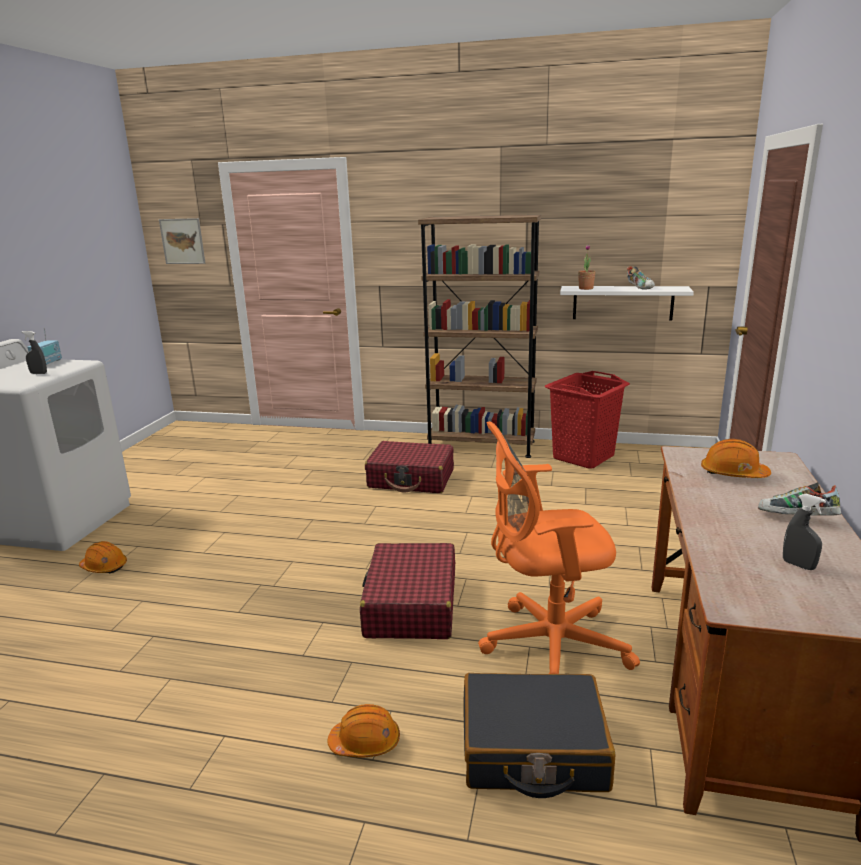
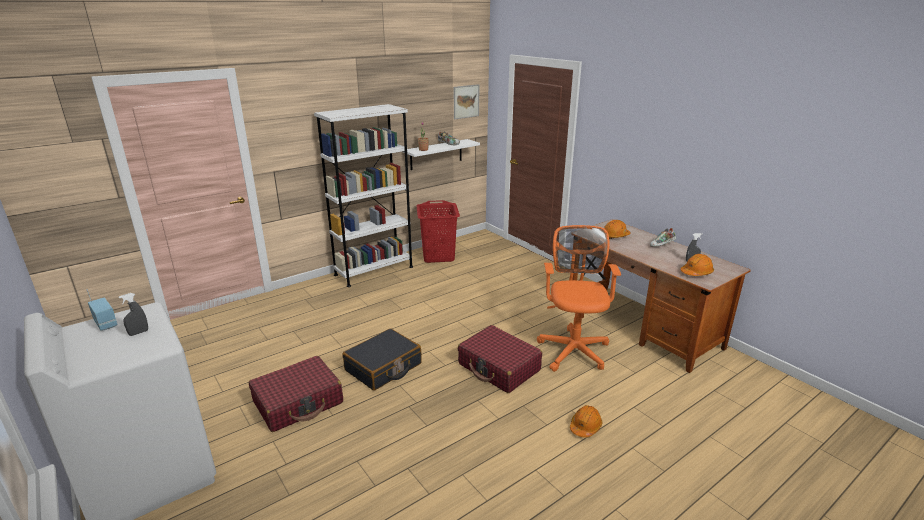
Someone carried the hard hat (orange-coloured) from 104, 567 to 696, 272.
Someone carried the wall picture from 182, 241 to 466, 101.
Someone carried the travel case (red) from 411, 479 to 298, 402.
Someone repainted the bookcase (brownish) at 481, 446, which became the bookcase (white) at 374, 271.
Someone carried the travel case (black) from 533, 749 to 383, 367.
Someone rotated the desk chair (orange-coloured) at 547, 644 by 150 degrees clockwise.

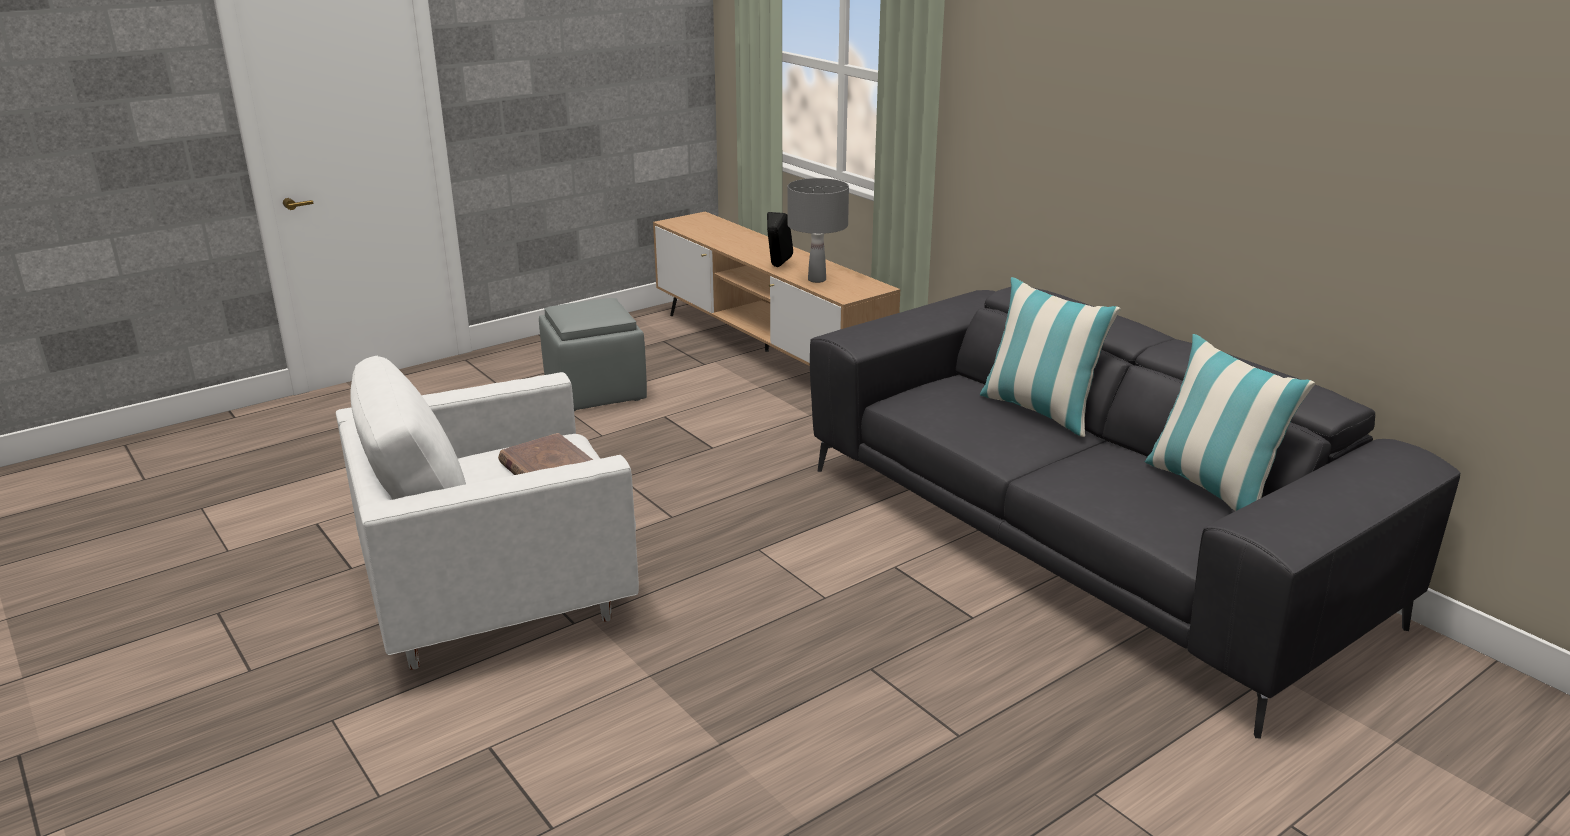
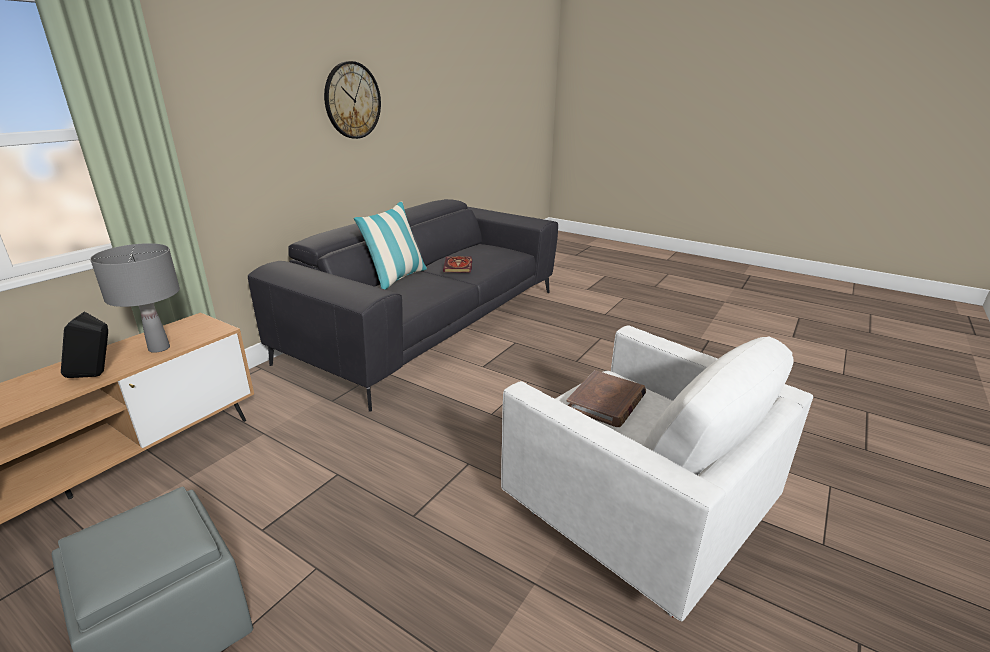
Someone took away the throw pillow at 1211, 488.
Someone put up the wall clock at 352, 100.
Someone put down the bound book at 458, 266.

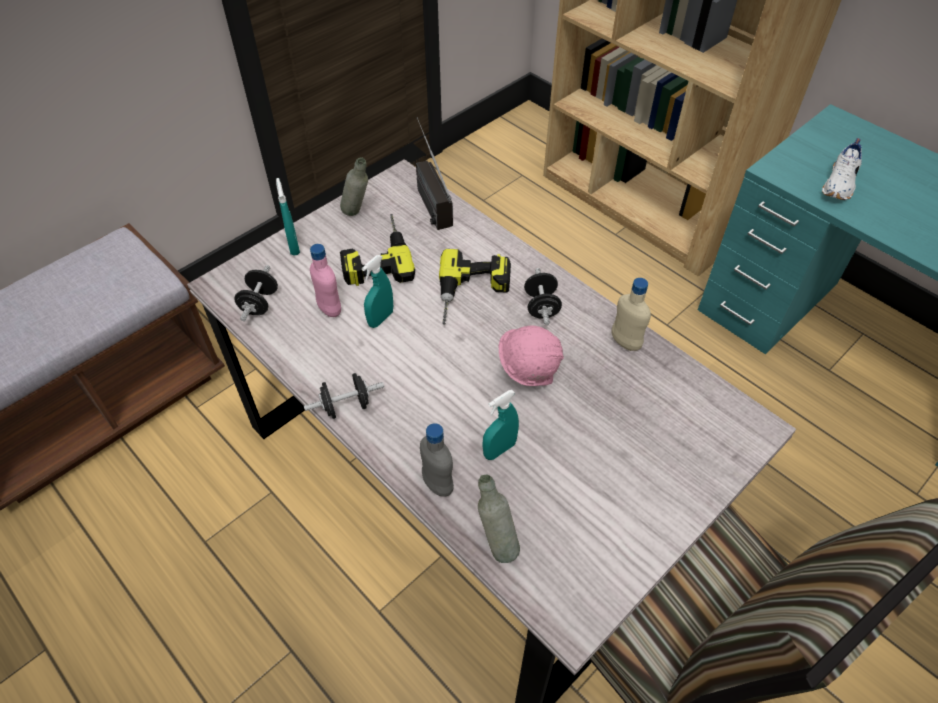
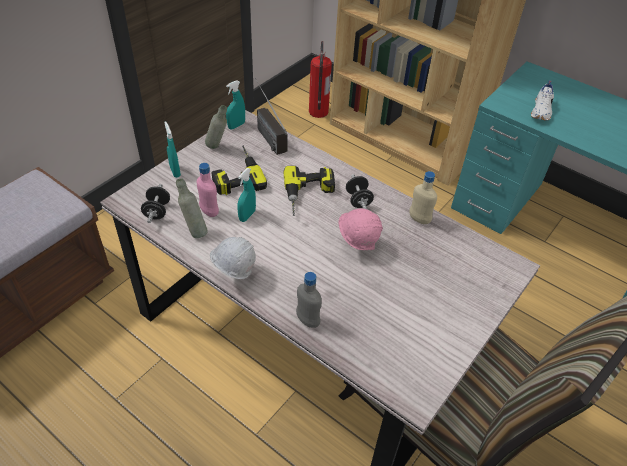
Someone swapped the dumbbell (black) at 346, 406 for the hard hat (white) at 233, 275.
Someone carried the drink bottle (grey) from 496, 544 to 194, 231.
Someone carried the hand sprayer (blue-green) from 499, 450 to 236, 125.
Someone put down the fire extinguisher at 318, 112.

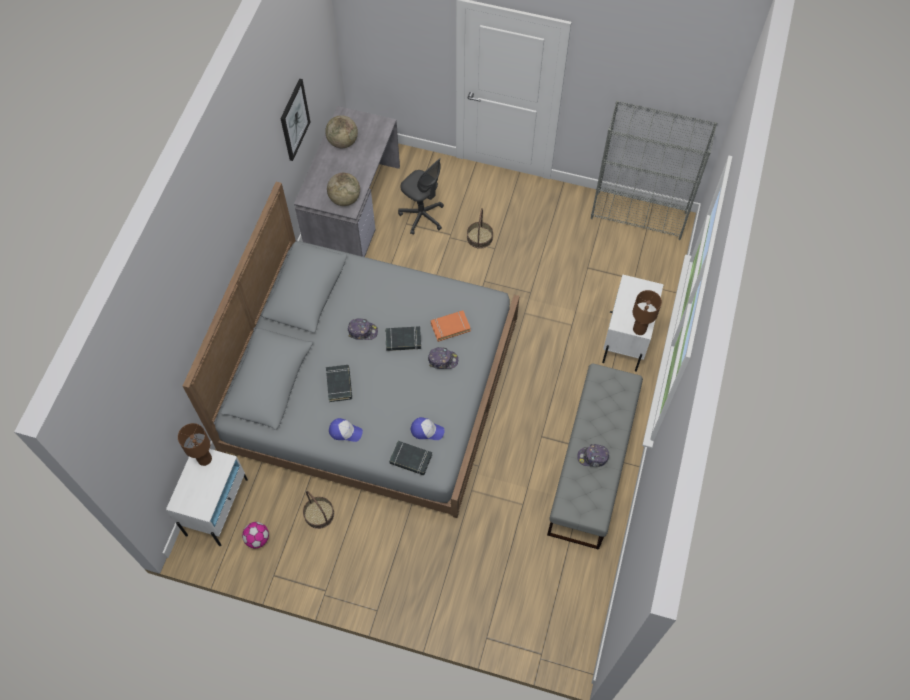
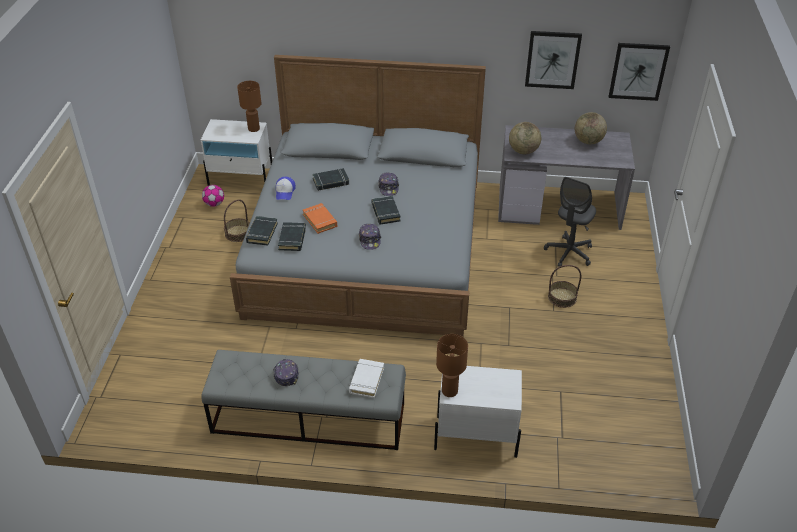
Someone swapped the baseball cap at 427, 430 for the bound book (black) at 292, 239.
Someone carried the bound book (orange-coloured) from 450, 327 to 320, 220.
Someone took away the bookcase (grey) at 639, 215.
Someone put down the bound book (white) at 366, 380.
Someone put up the wall picture at 638, 71.

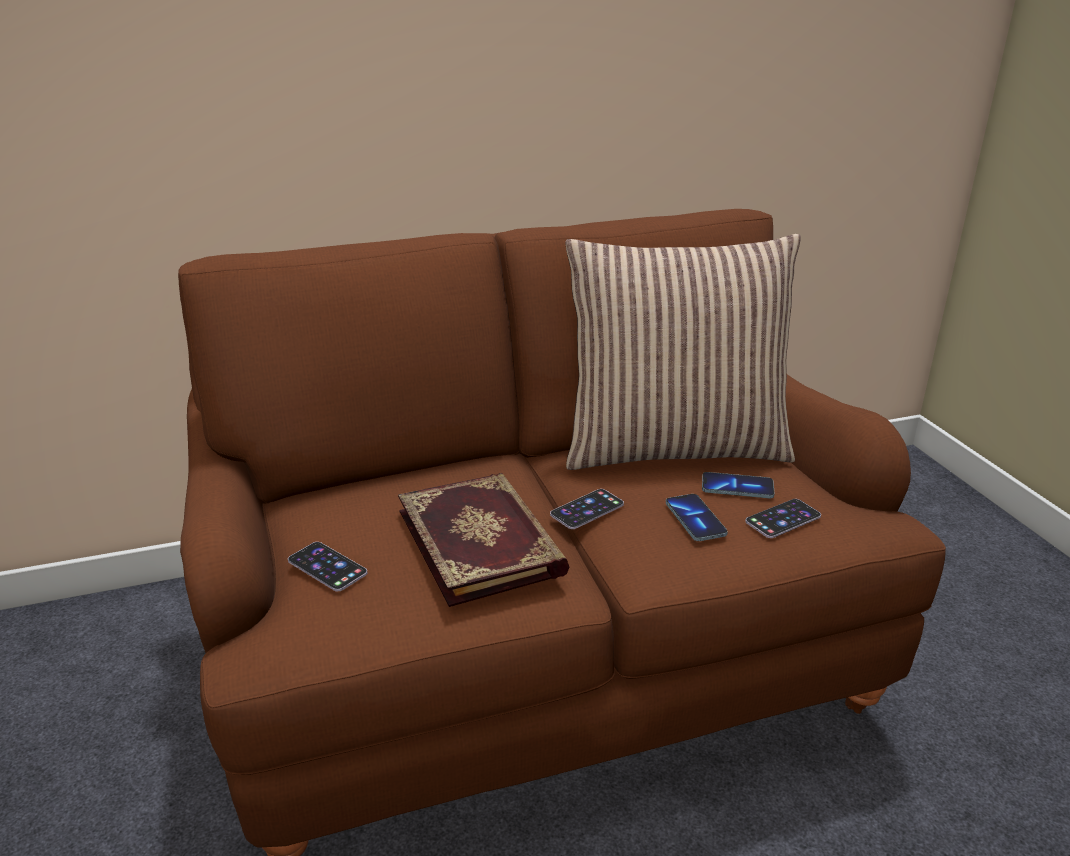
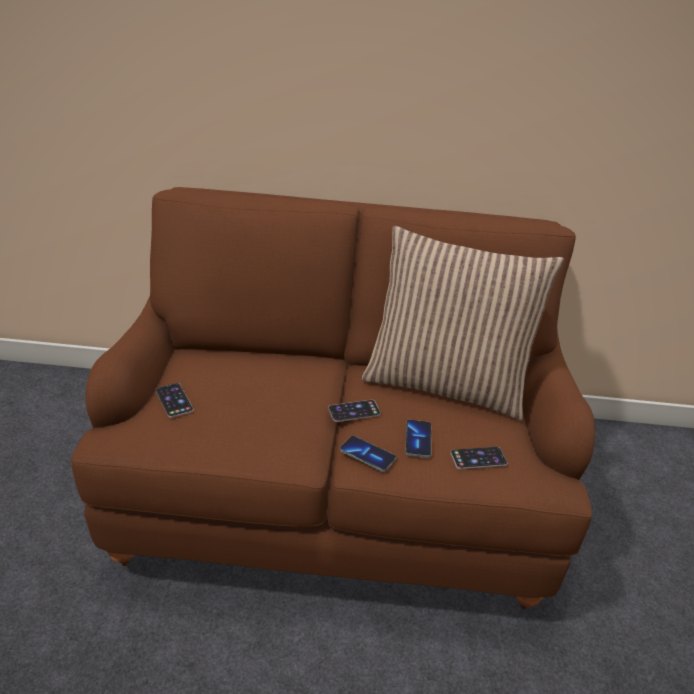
Someone took away the bound book at 482, 541.
Someone carried the telephone from 737, 487 to 367, 455.

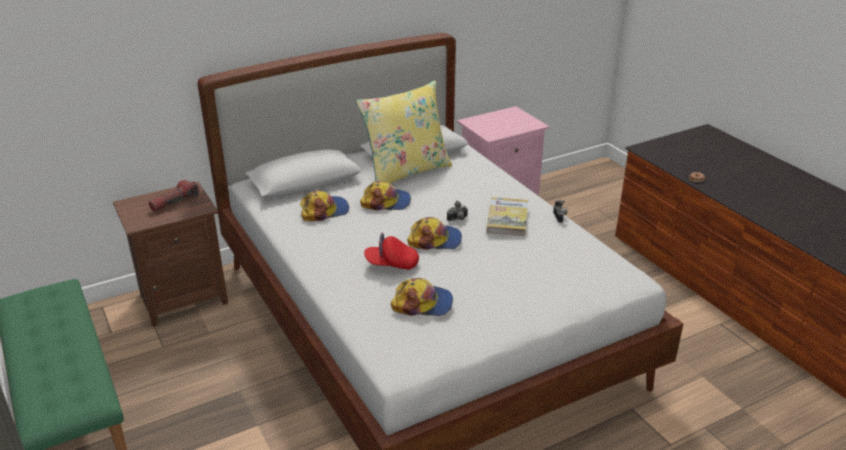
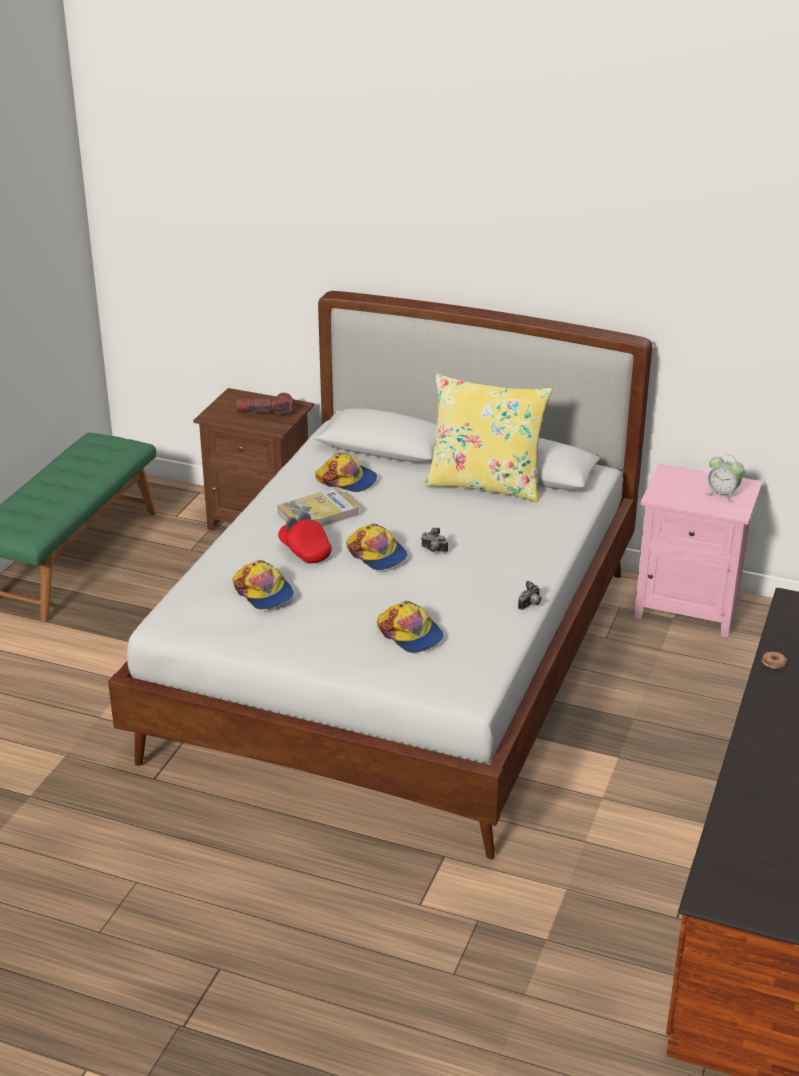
Someone carried the baseball cap from 386, 202 to 410, 634.
Someone carried the bound book from 507, 219 to 318, 514.
Someone put down the bedside clock at 722, 494.

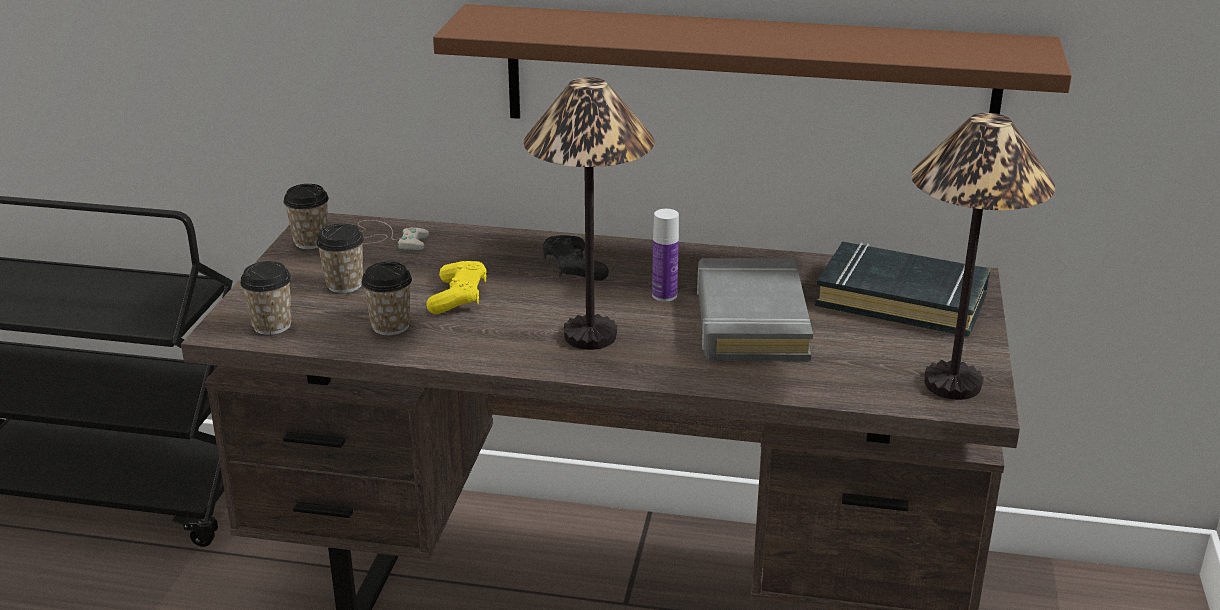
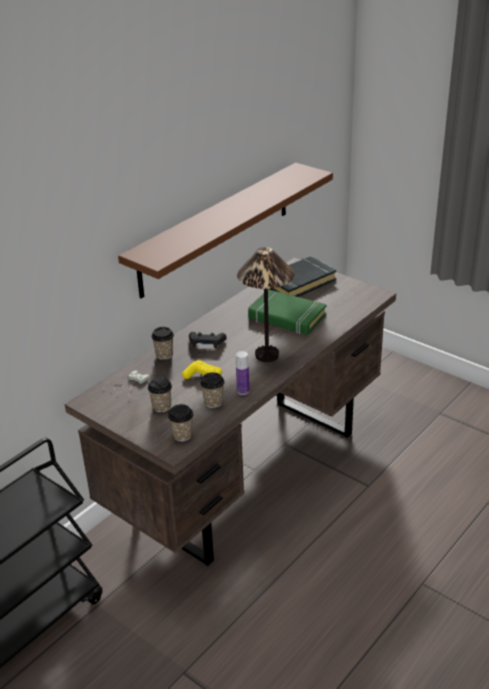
Someone carried the cup from 311, 242 to 164, 355.
Someone carried the drink bottle from 664, 295 to 243, 391.
Someone repainted the bound book (grey) at 750, 320, which became the bound book (green-coloured) at 286, 317.
Someone took away the tabletop lamp at 952, 385.

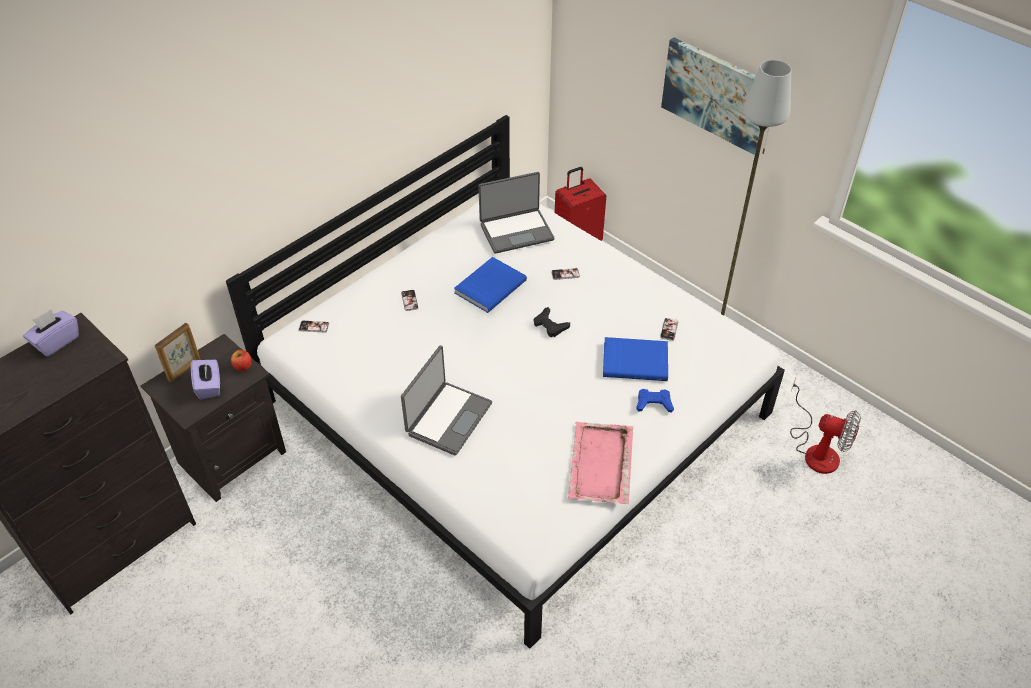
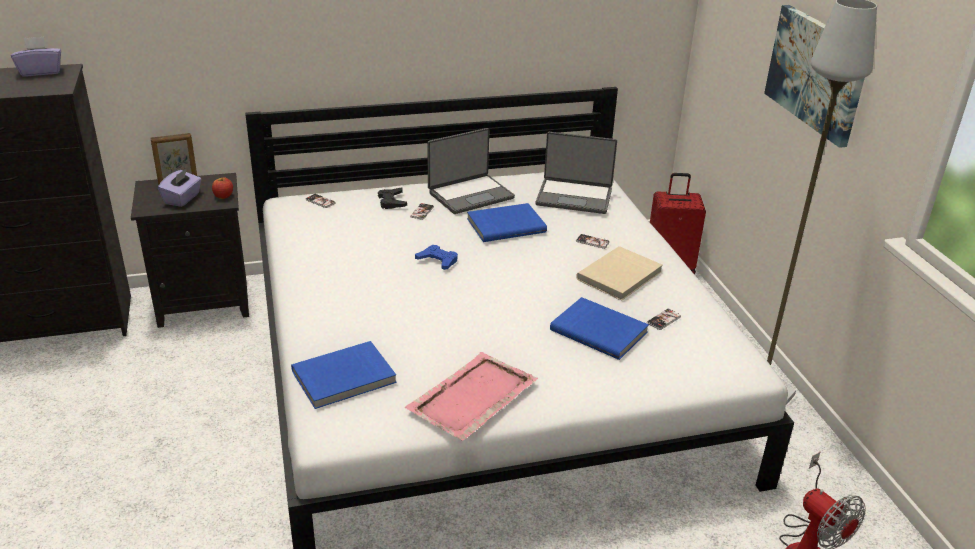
Someone carried the laptop from 448, 418 to 470, 195.
Someone carried the joypad (black) from 550, 325 to 392, 201.
Someone carried the joypad (blue) from 654, 403 to 437, 261.
Someone put down the bound book (blue) at 344, 378.
Someone put down the bound book (beige) at 620, 276.

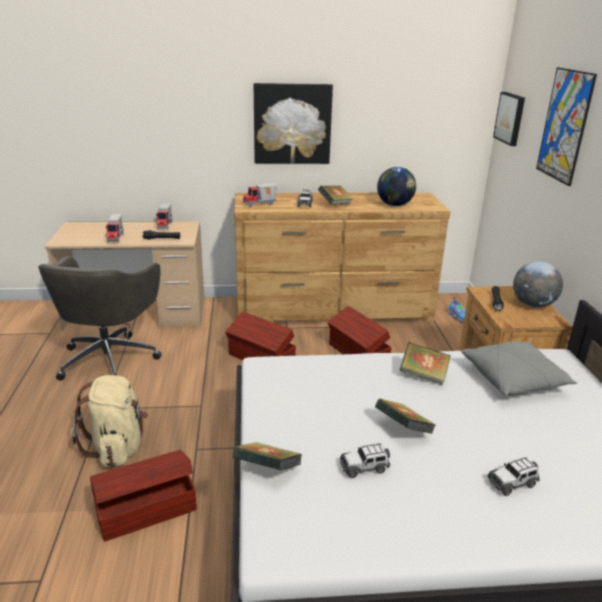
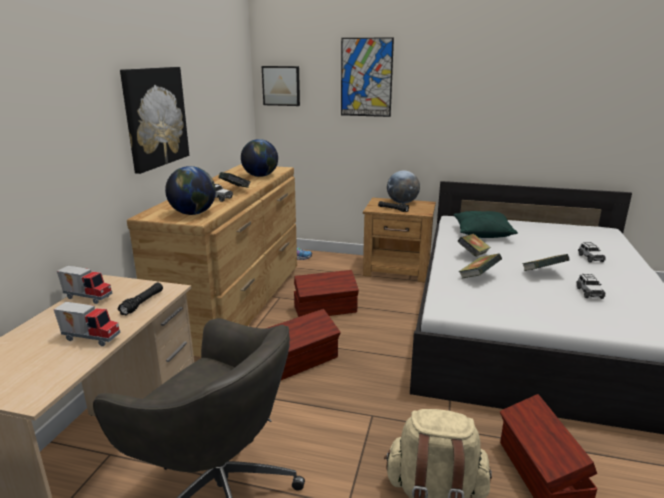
Someone carried the bound book from 267, 470 to 478, 277.
Someone swapped the toy truck at 260, 204 for the desk globe at 193, 213.
Someone repainted the throw pillow (grey) at 514, 379, which became the throw pillow (green-coloured) at 482, 233.

